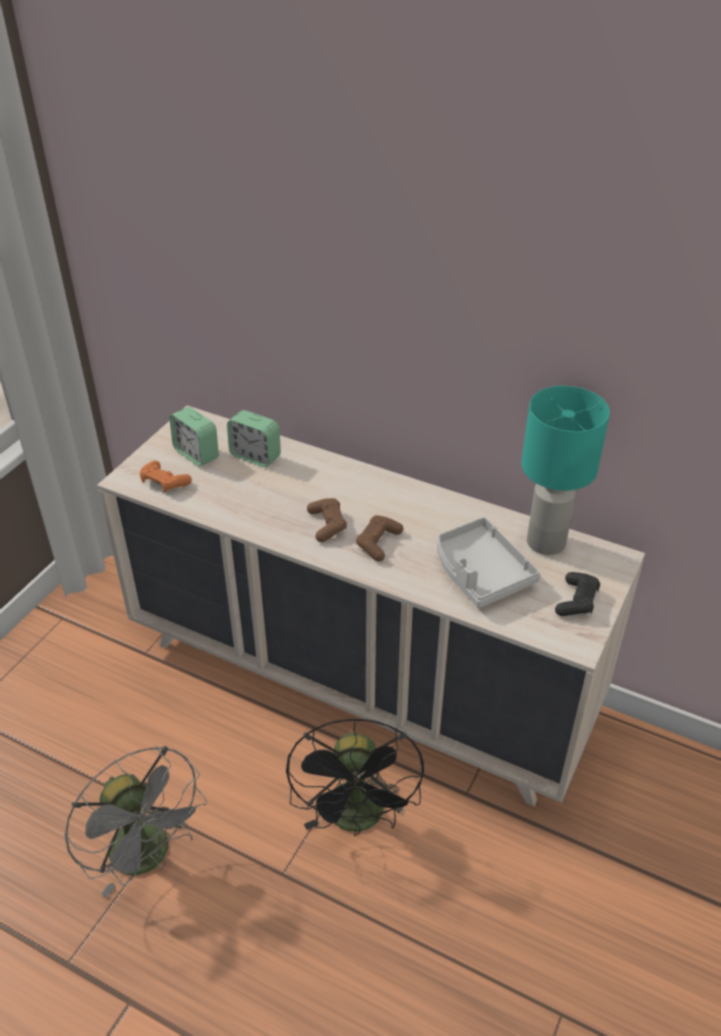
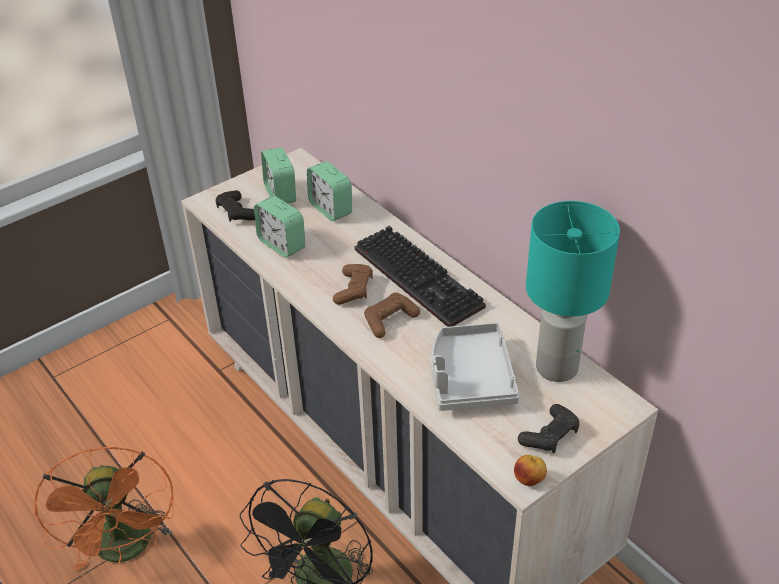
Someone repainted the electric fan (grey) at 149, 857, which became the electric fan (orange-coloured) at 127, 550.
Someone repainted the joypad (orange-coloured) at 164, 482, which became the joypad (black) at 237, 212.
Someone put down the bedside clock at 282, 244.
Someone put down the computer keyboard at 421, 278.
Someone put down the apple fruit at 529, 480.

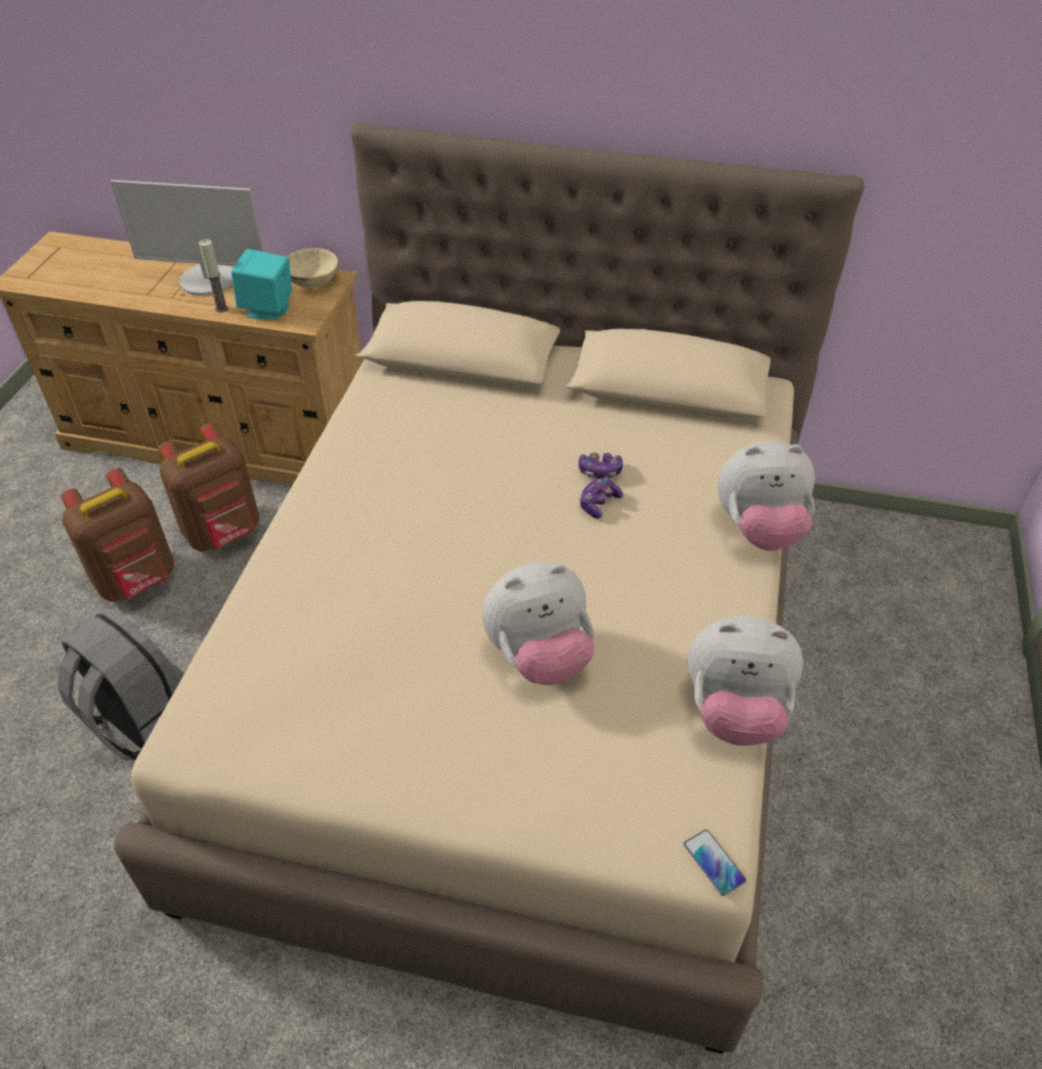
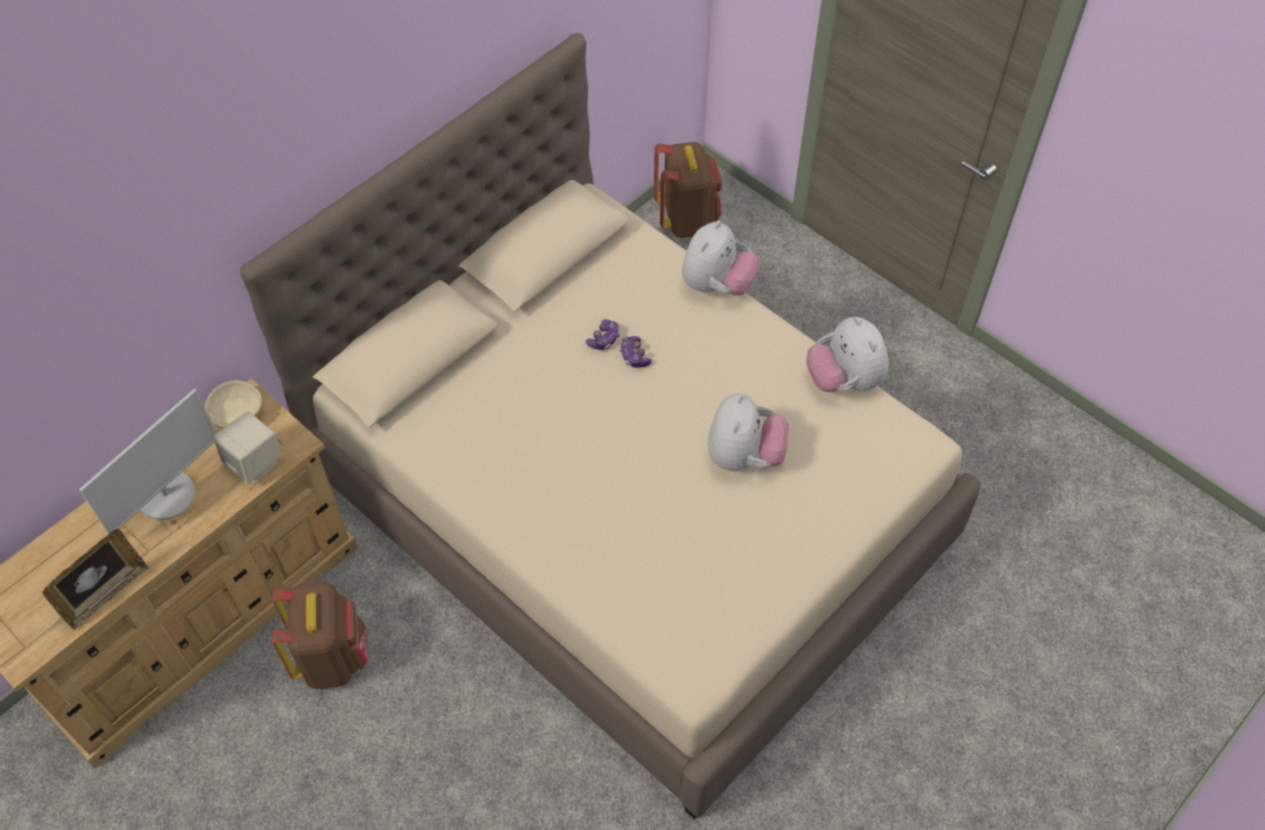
Someone took away the backpack (grey) at 140, 719.
Someone carried the backpack (brownish) from 137, 580 to 687, 219.
Someone took away the candle at 222, 309.
Someone repainted the audio speaker (blue-green) at 268, 309, which became the audio speaker (beige) at 255, 463.
Someone took away the telephone at 714, 863.
Someone rotated the cuddly toy at 735, 711 by 120 degrees clockwise.
Someone put down the picture frame at 106, 593.

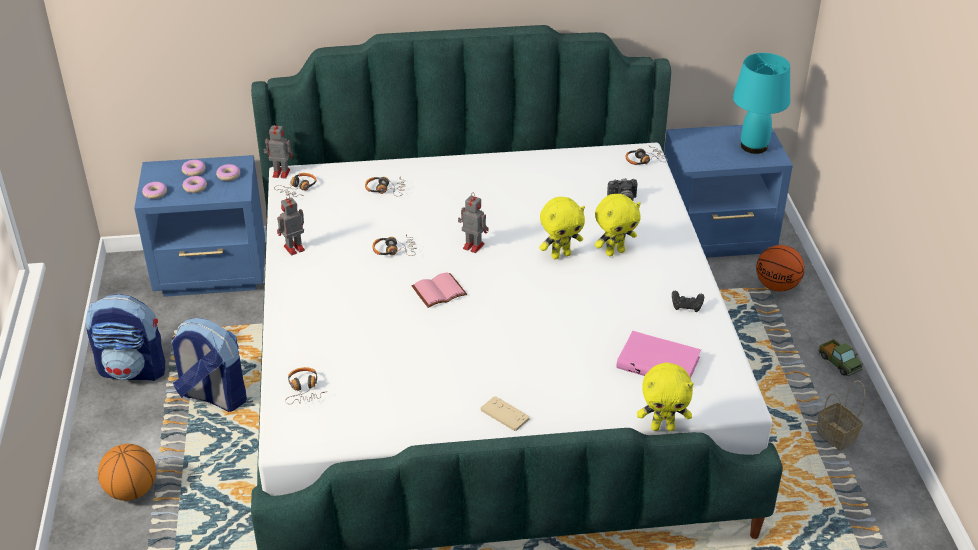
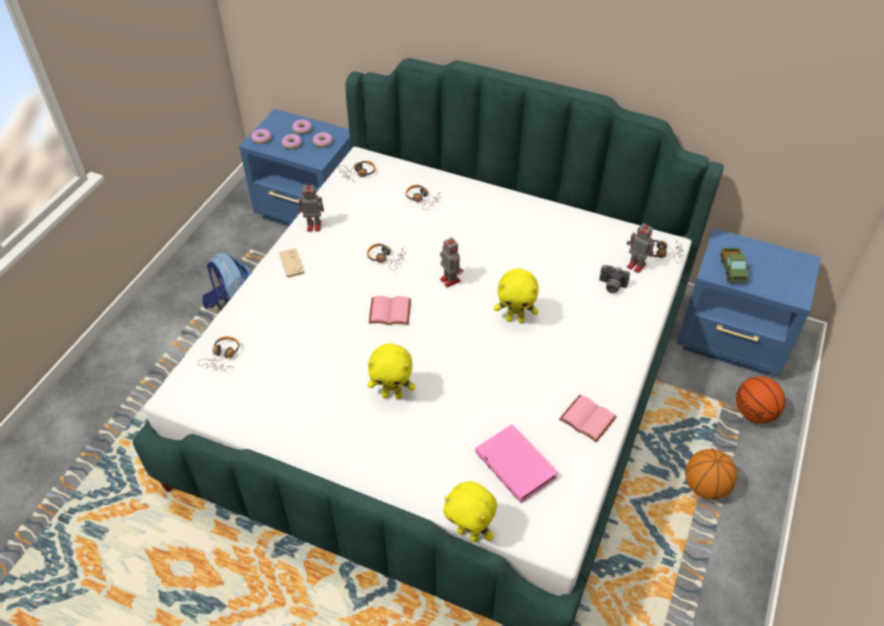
Someone took away the backpack at 134, 370.
Someone carried the ball for basketball from 132, 491 to 705, 486.
Someone carried the model robot from 280, 173 to 635, 265.
Someone carried the joypad (beige) from 505, 414 to 291, 263.
Someone carried the cuddly toy (yellow-coloured) from 615, 252 to 392, 394.
Someone swapped the joypad (black) at 686, 306 for the bound book (pink-coloured) at 586, 419.
Someone took away the tabletop lamp (blue-green) at 753, 146.
Someone took away the basket at 837, 436.
Someone carried the toy truck from 839, 363 to 732, 270.

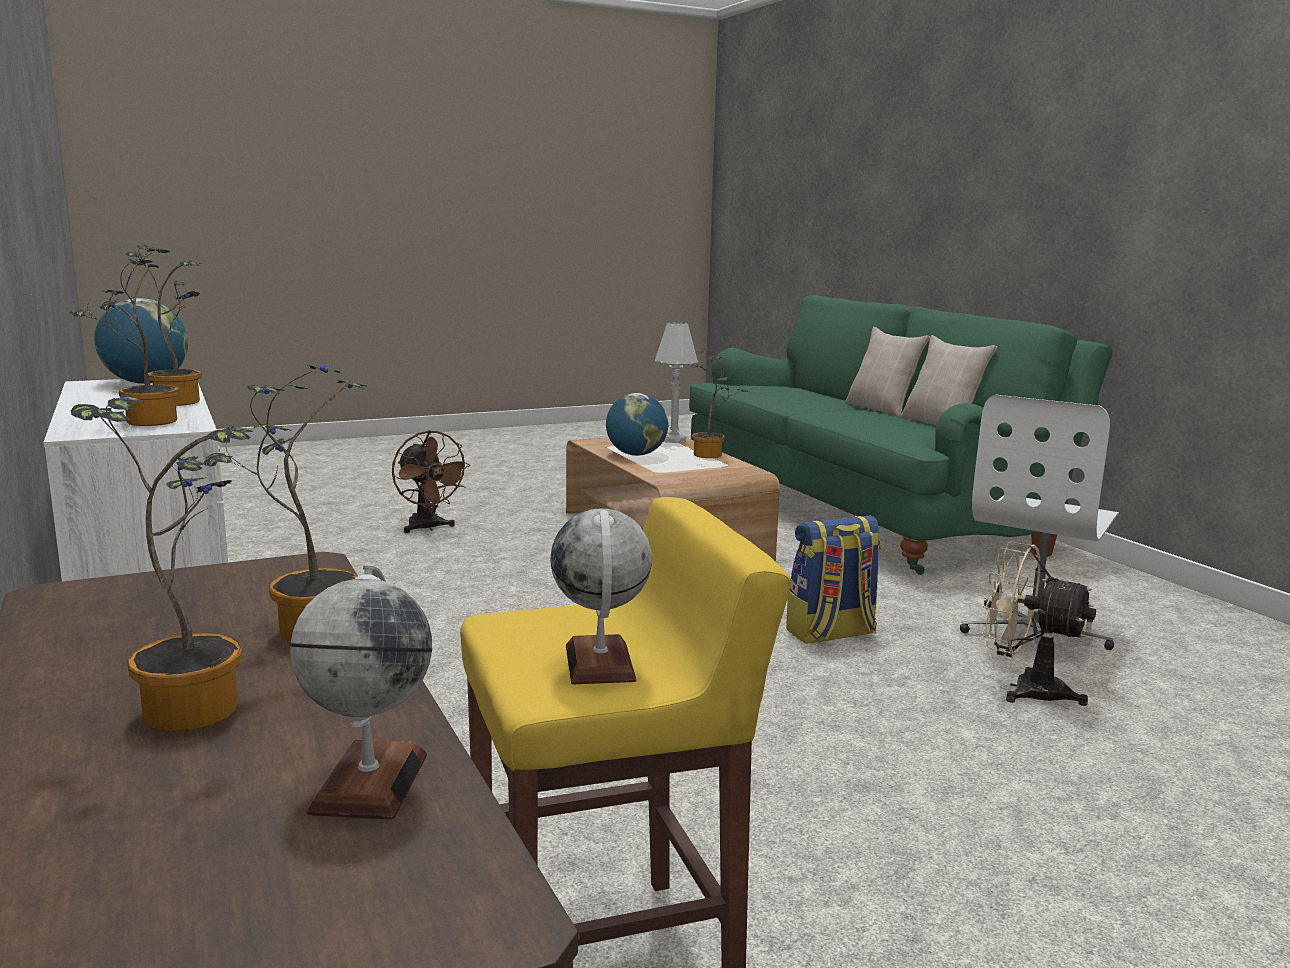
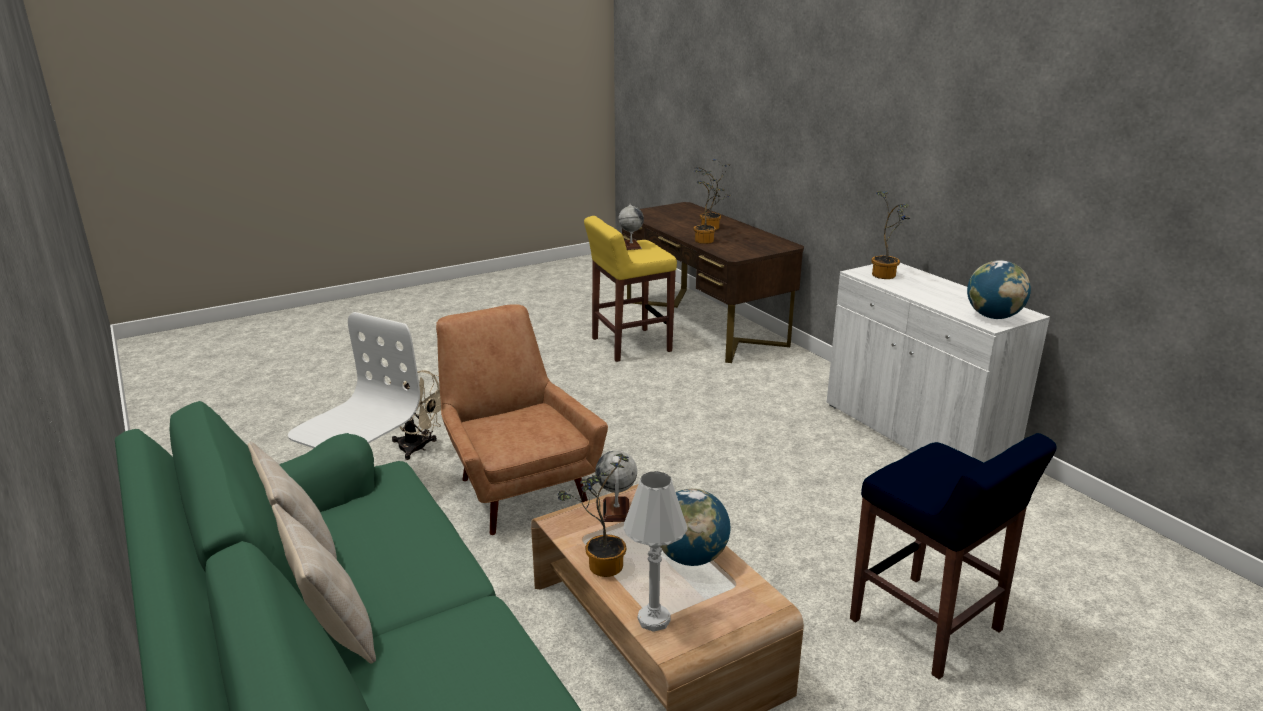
Someone took away the plant in a pot at 180, 401.
Someone carried the desk globe from 369, 782 to 616, 510.
Someone swapped the electric fan (brownish) at 428, 528 for the stool seat (blue) at 927, 626.
Someone swapped the backpack at 831, 634 for the lounge chair (brownish) at 516, 486.

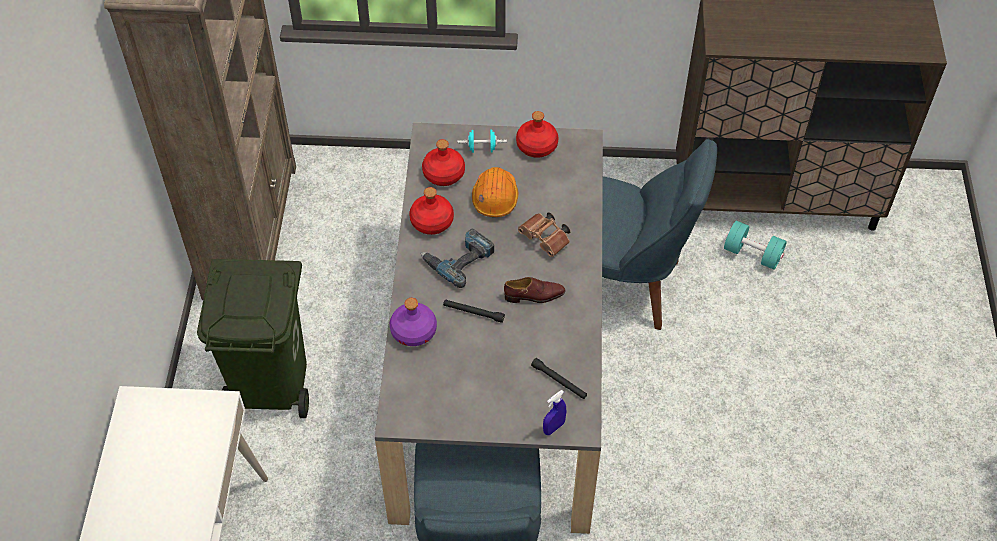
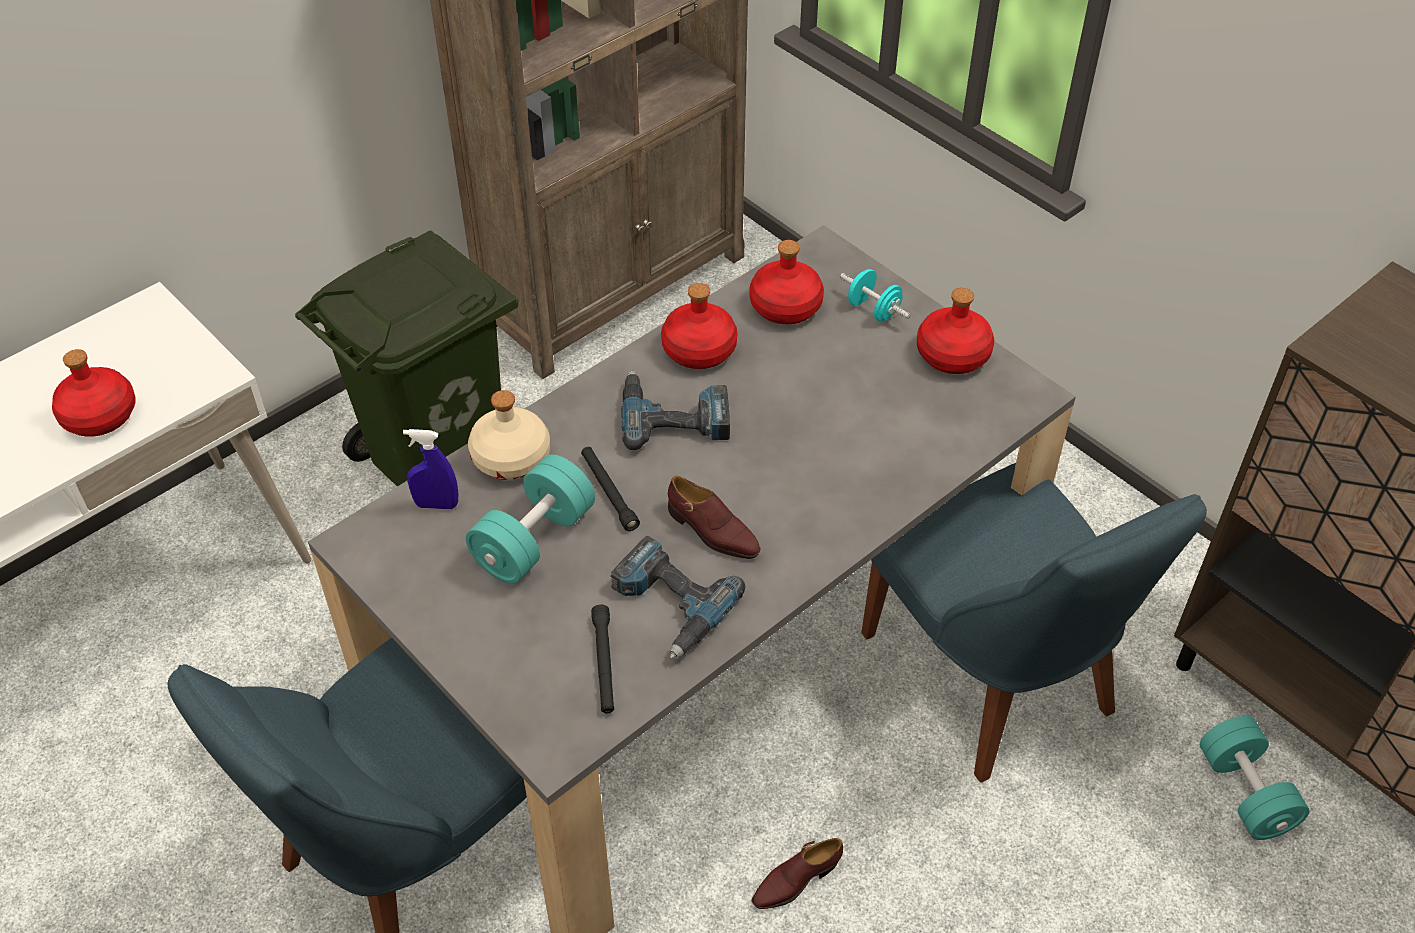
Someone repainted the drink bottle (purplish) at 414, 331, which became the drink bottle (beige) at 511, 458.
Someone took away the hard hat (orange-coloured) at 495, 198.
Someone took away the pair of binoculars (brownish) at 546, 240.
Someone carried the hand sprayer (blue) from 553, 427 to 436, 504.
Someone put down the drink bottle (red) at 99, 415.
Someone put down the dumbbell (blue-green) at 534, 539.
Someone put down the power drill at 669, 605.
Someone put down the low shoe (brownish) at 795, 880.

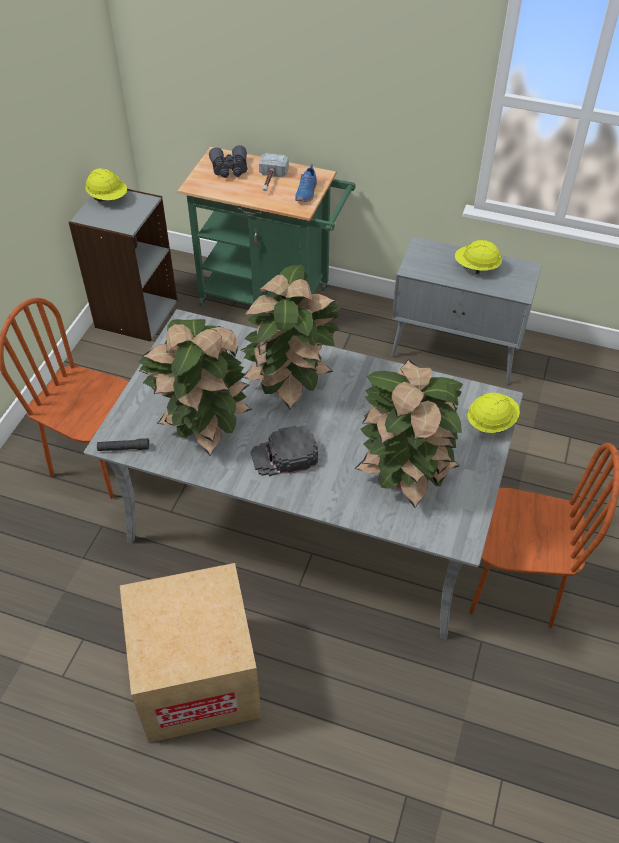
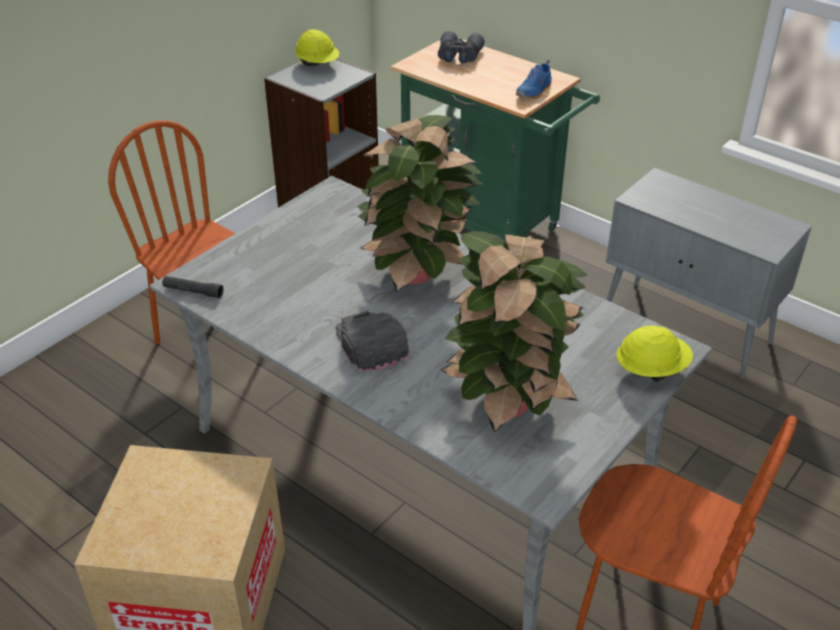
Someone took away the plant in a pot at 202, 428.
Someone rotated the baseball cap (black) at 284, 456 by 60 degrees clockwise.
Someone took away the hammer at 270, 181.
Someone took away the hard hat (yellow-coloured) at 476, 267.

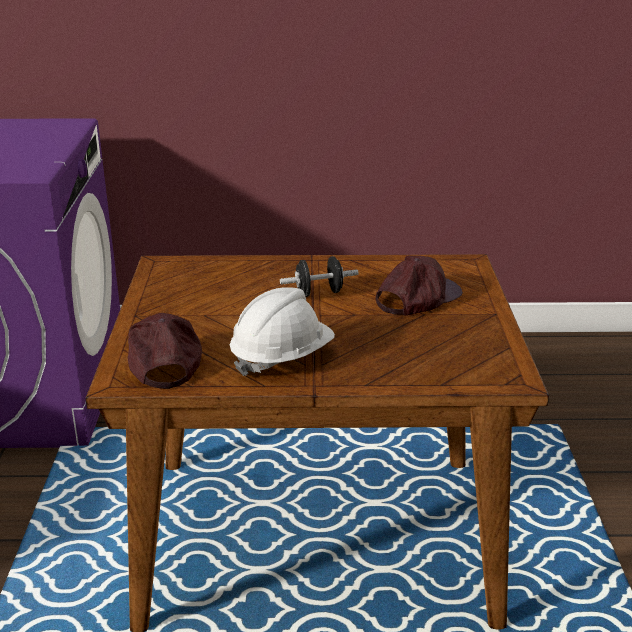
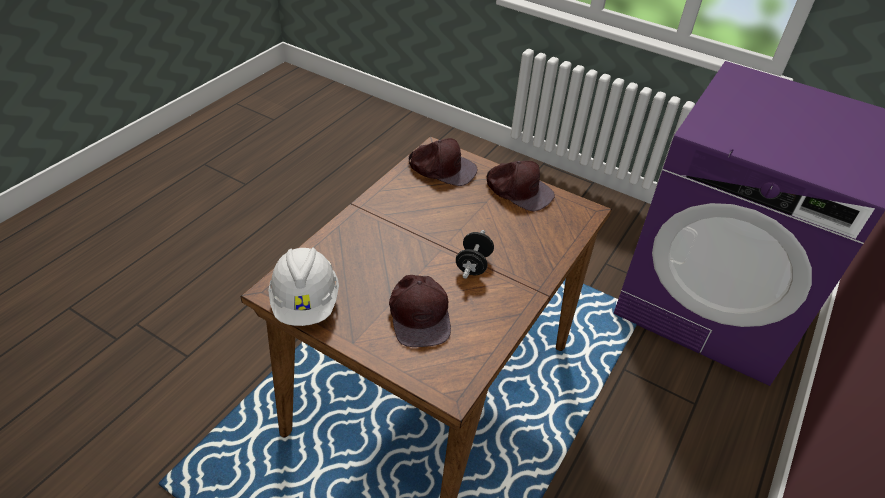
Someone carried the hard hat (white) from 281, 358 to 305, 302.
Someone put down the baseball cap (brownish) at 519, 190.

